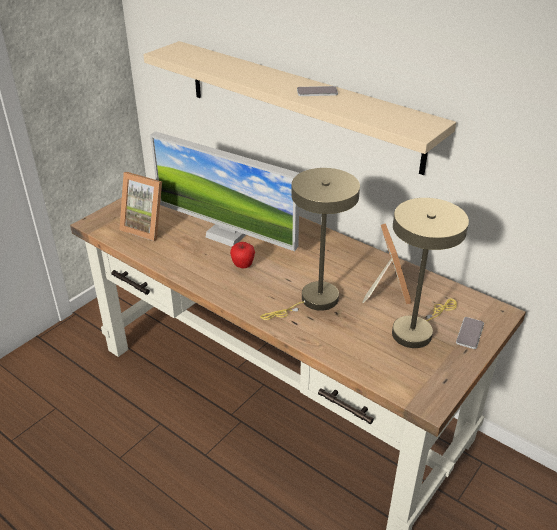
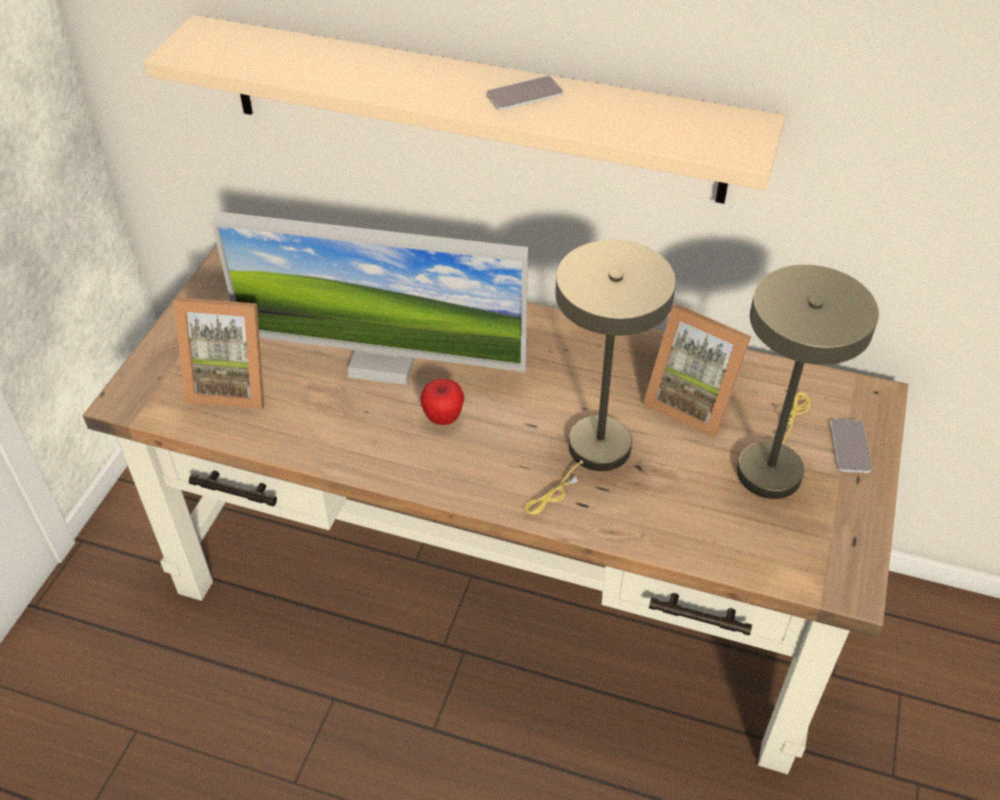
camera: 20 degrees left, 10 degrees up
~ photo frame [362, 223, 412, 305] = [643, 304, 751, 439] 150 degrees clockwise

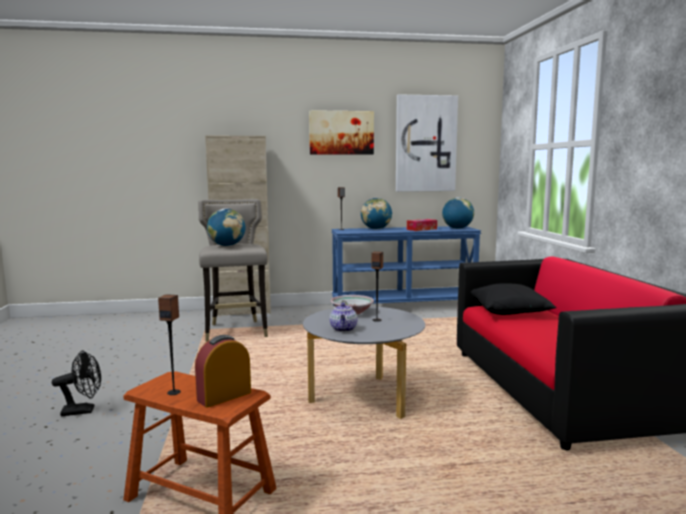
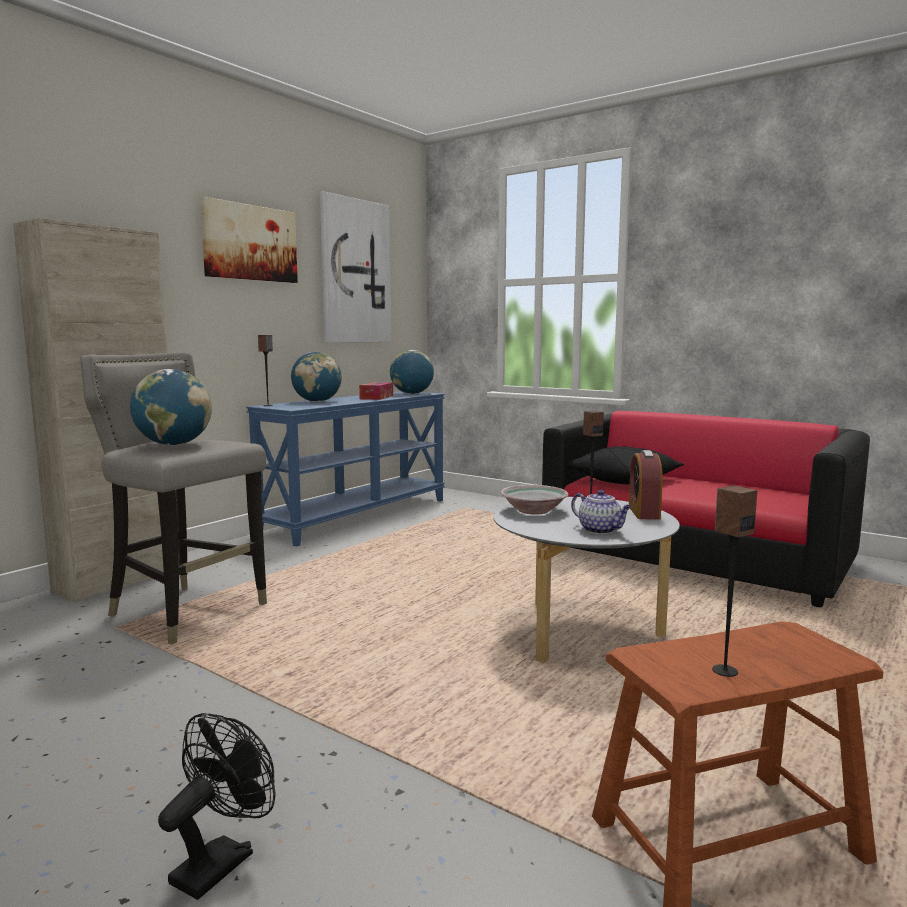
camera: 45 degrees left, 0 degrees up
~ bedside clock [195, 335, 251, 408] to [629, 450, 663, 520]

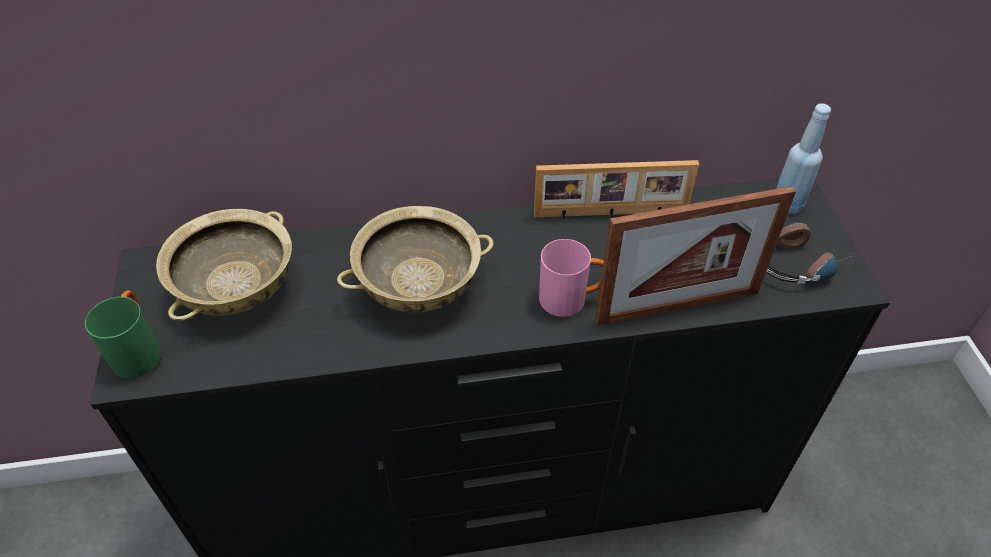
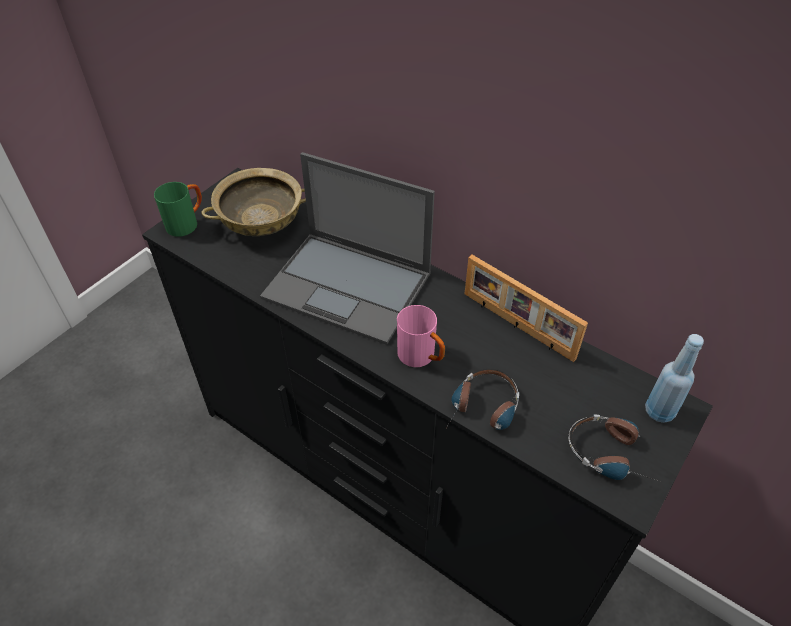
camera: 45 degrees right, 0 degrees up
~ beige deep dish [337, 206, 494, 313] to portable computer [260, 152, 435, 345]
~ photo frame [595, 186, 796, 326] to headphones [445, 369, 519, 430]

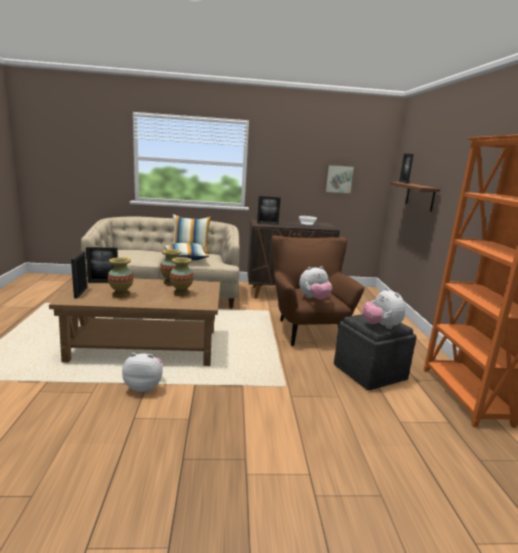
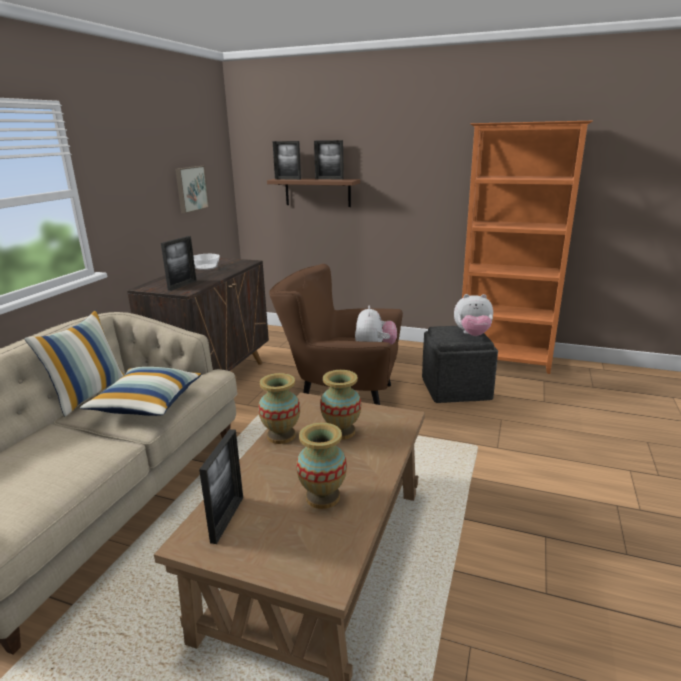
camera: 65 degrees left, 5 degrees up
~ photo frame [71, 251, 87, 298] to [314, 140, 344, 179]
- plush toy [122, 353, 163, 393]

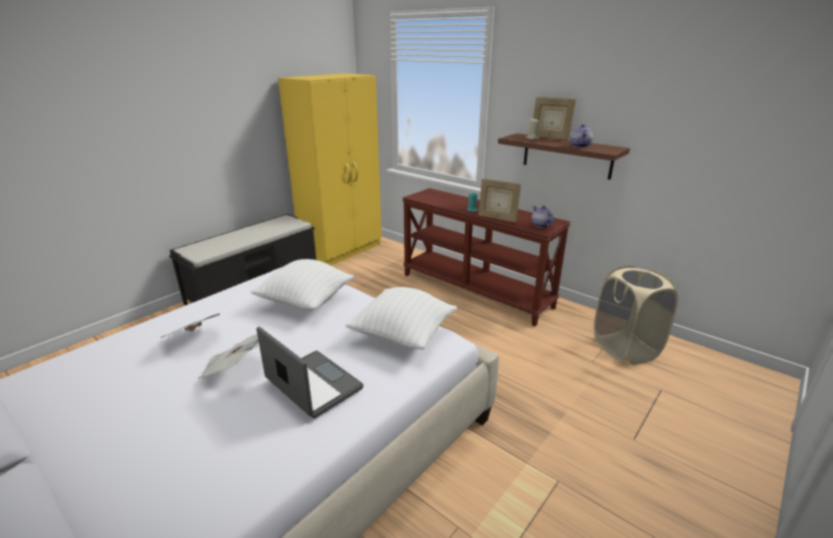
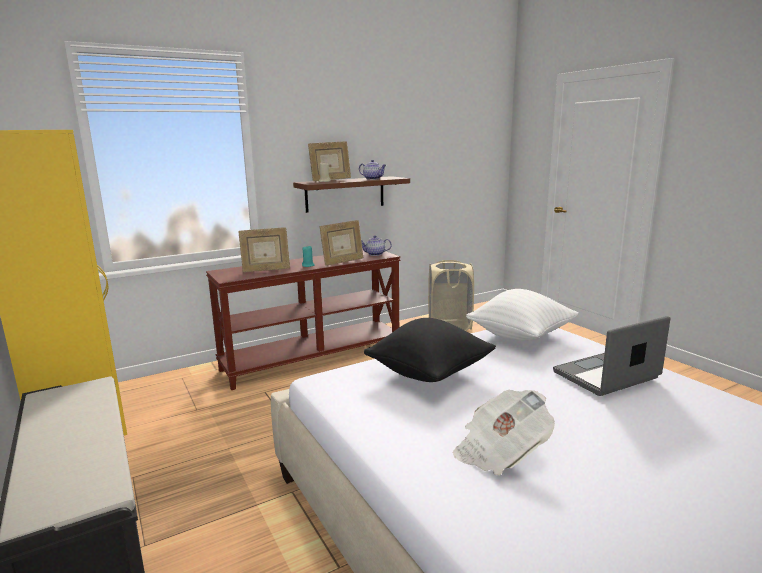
camera: 70 degrees left, 10 degrees down
- printed paper [198, 334, 259, 379]
~ white-coloured pillow [251, 259, 355, 310] to black pillow [364, 318, 496, 382]
+ photo frame [238, 227, 290, 272]

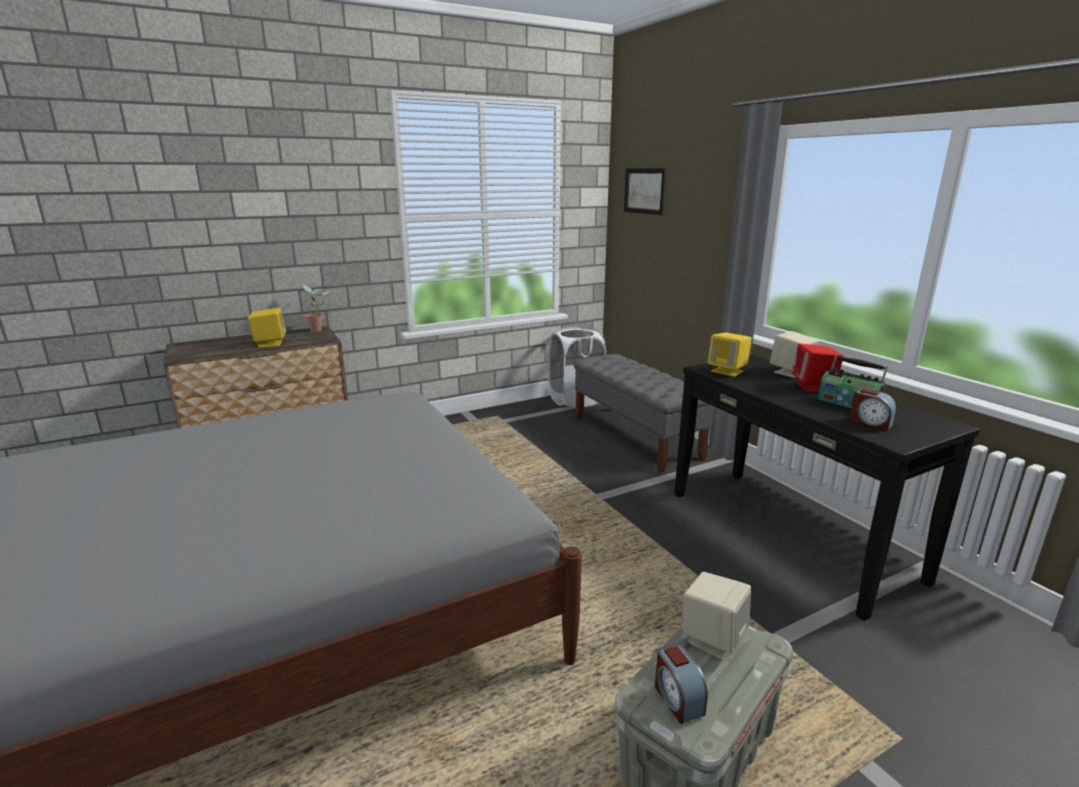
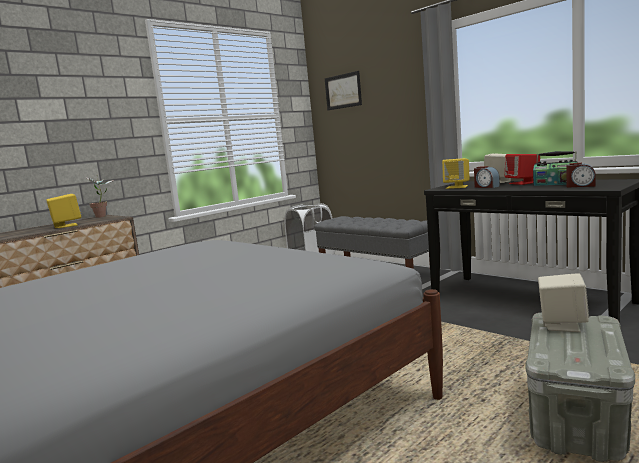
camera: 15 degrees left, 10 degrees down
~ bedside clock [655, 644, 708, 724] to [474, 166, 500, 188]

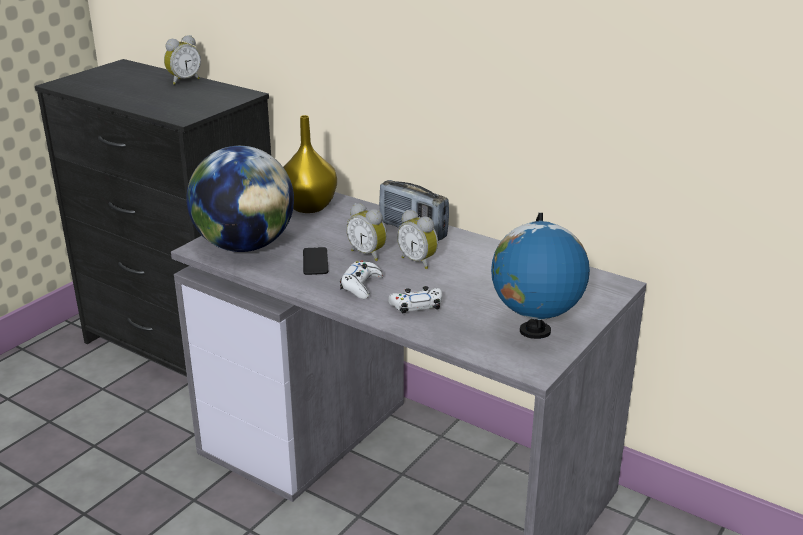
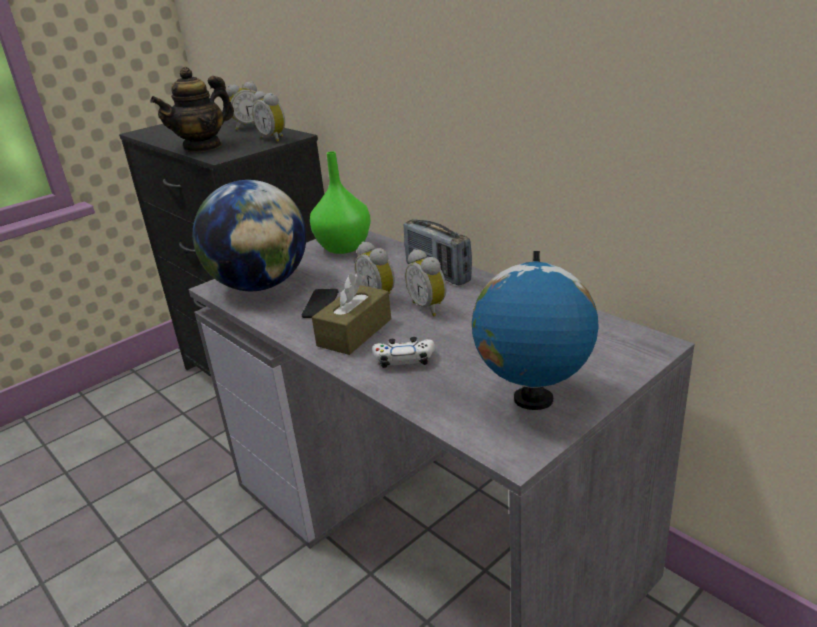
camera: 15 degrees right, 0 degrees up
~ yellowish vase [283, 115, 337, 213] to green-coloured vase [310, 151, 371, 254]
~ white-coloured joypad [340, 260, 383, 299] to brownish tissue holder [312, 273, 391, 355]
+ teapot [150, 67, 234, 152]
+ bedside clock [252, 91, 285, 142]

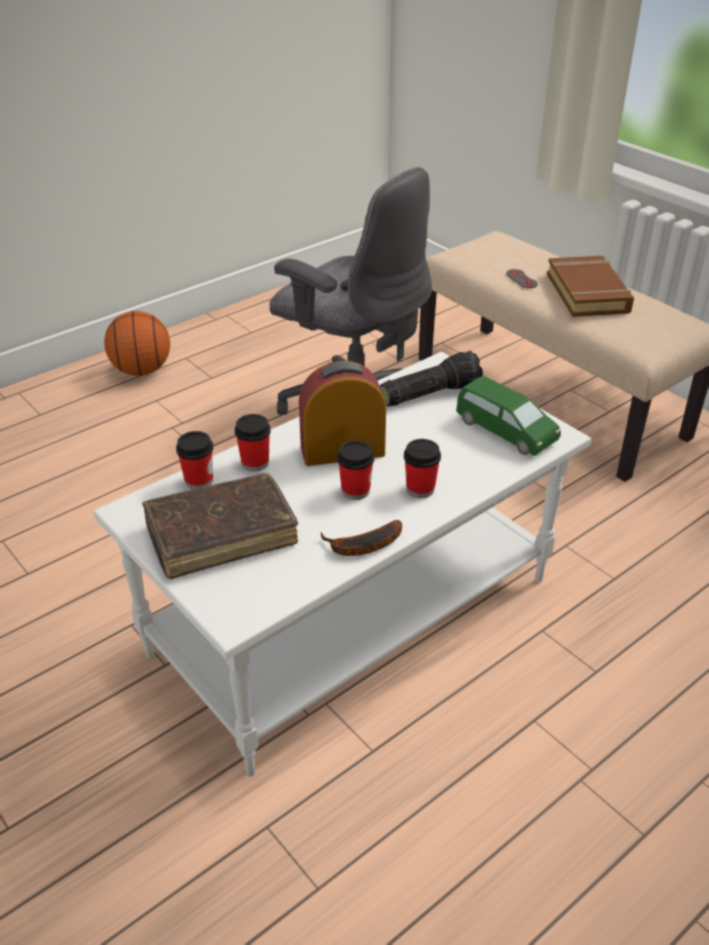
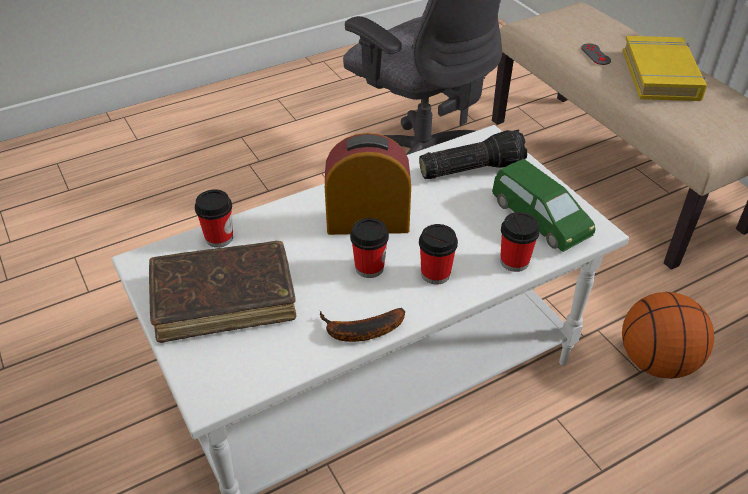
camera: 10 degrees right, 5 degrees up
~ basketball ball [104, 311, 170, 376] to [622, 292, 714, 379]
~ cup [235, 414, 271, 471] to [500, 212, 540, 272]
~ brownish volume [547, 256, 634, 317] to yellowish volume [623, 36, 707, 101]

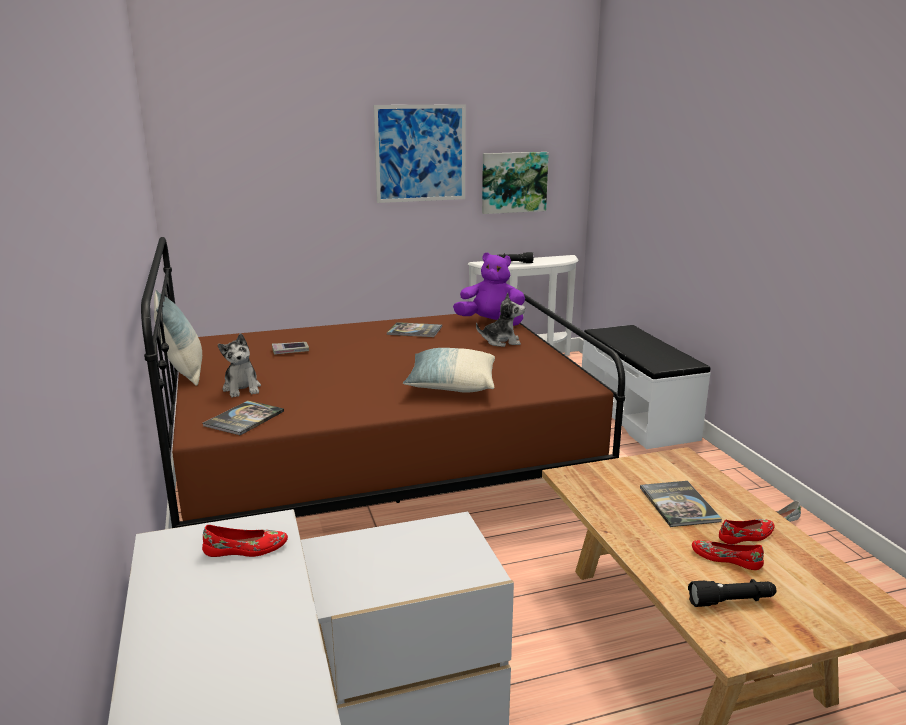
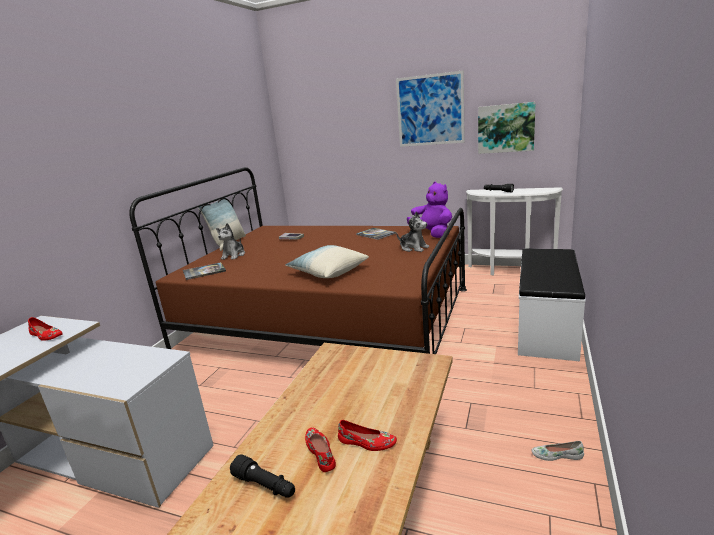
camera: 40 degrees right, 0 degrees up
- volume [640, 481, 722, 527]

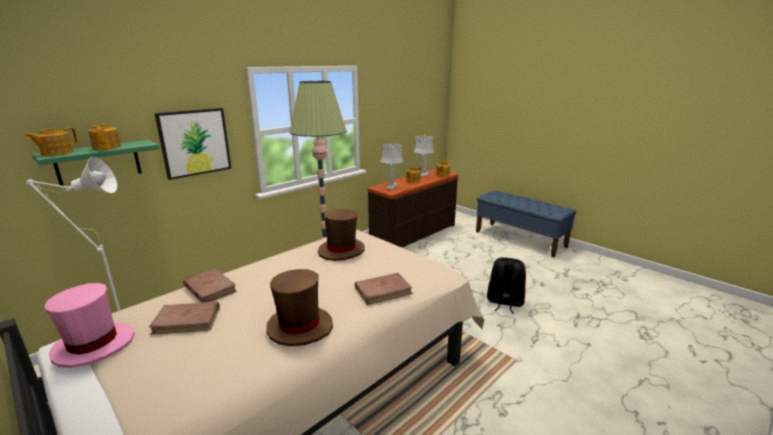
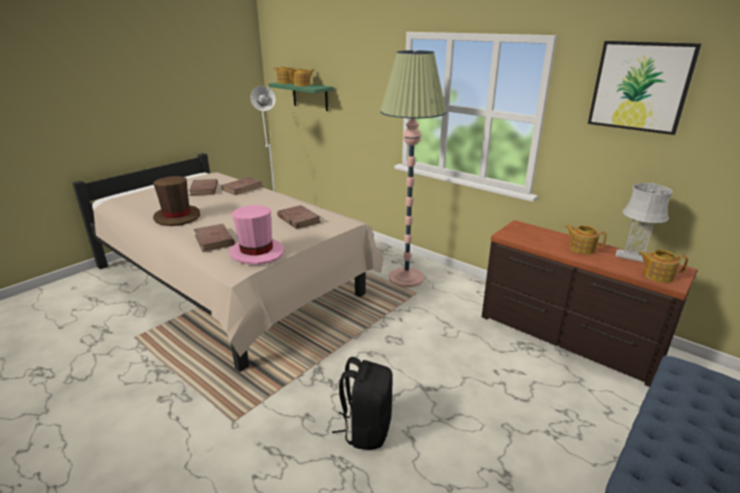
camera: 85 degrees right, 5 degrees up
~ pinkish clothing hat [45, 283, 135, 368] to [229, 205, 284, 265]
~ wall art [155, 108, 232, 180] to [588, 41, 701, 135]
~ brownish clothing hat [318, 209, 365, 261] to brownish volume [277, 205, 321, 229]
- greyish lamp for a table [381, 142, 403, 190]

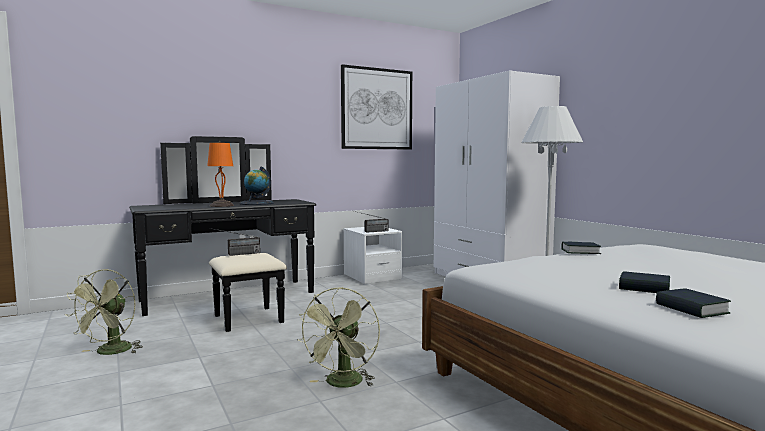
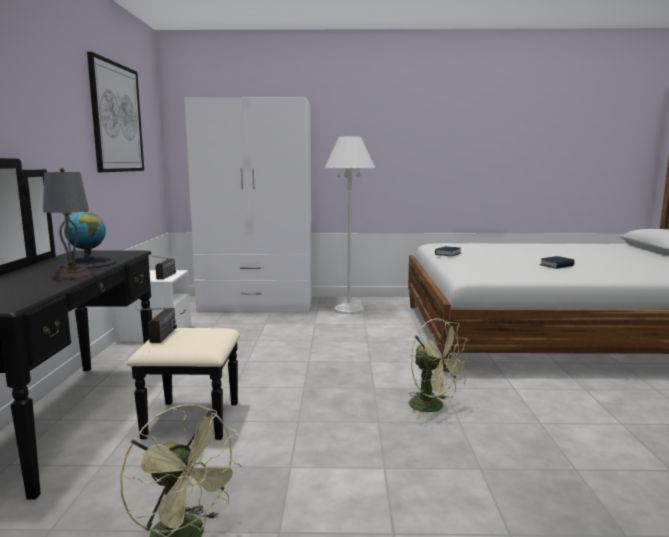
camera: 60 degrees left, 5 degrees up
~ orange lamp for a table [207, 141, 234, 207] to greyish lamp for a table [43, 168, 94, 280]
- volume [656, 288, 731, 318]

